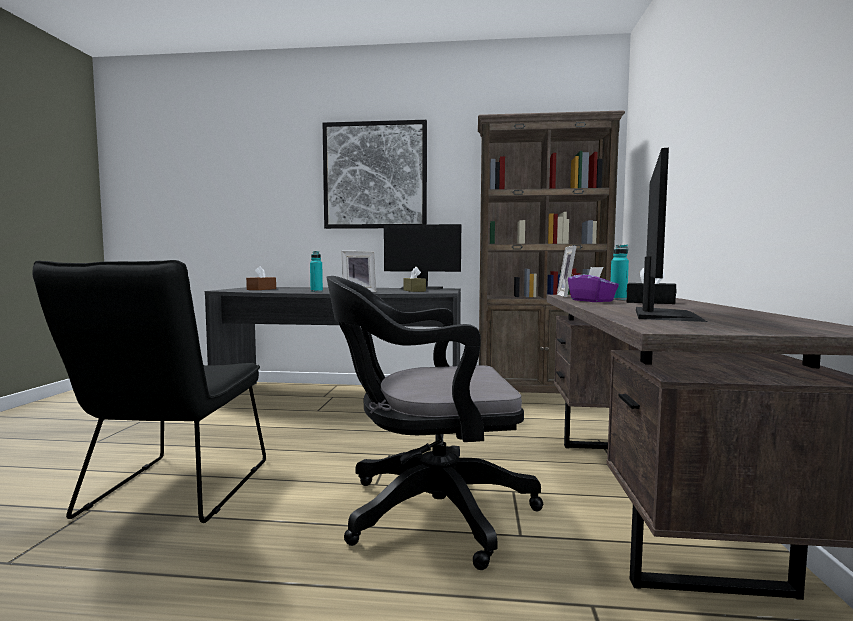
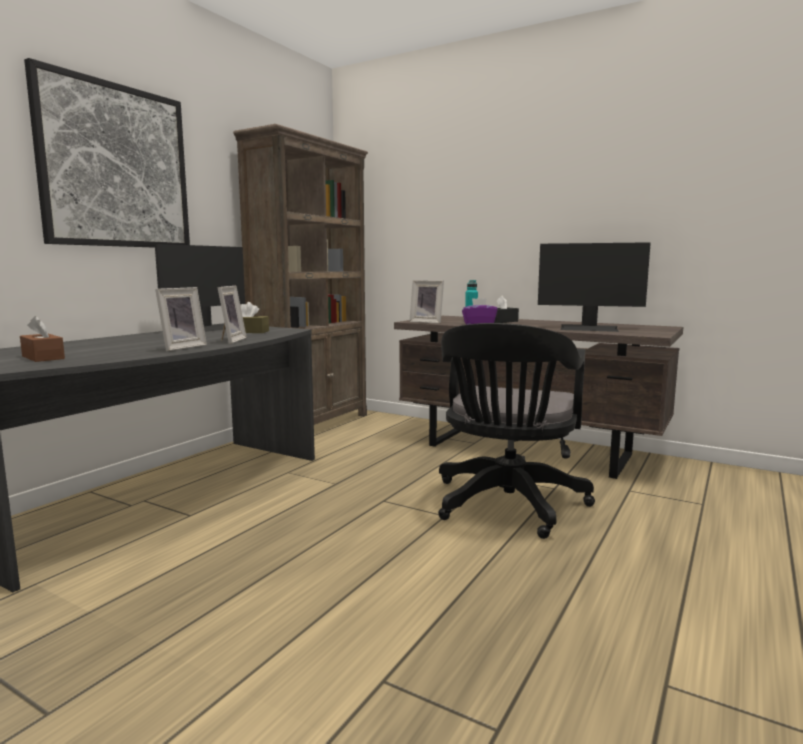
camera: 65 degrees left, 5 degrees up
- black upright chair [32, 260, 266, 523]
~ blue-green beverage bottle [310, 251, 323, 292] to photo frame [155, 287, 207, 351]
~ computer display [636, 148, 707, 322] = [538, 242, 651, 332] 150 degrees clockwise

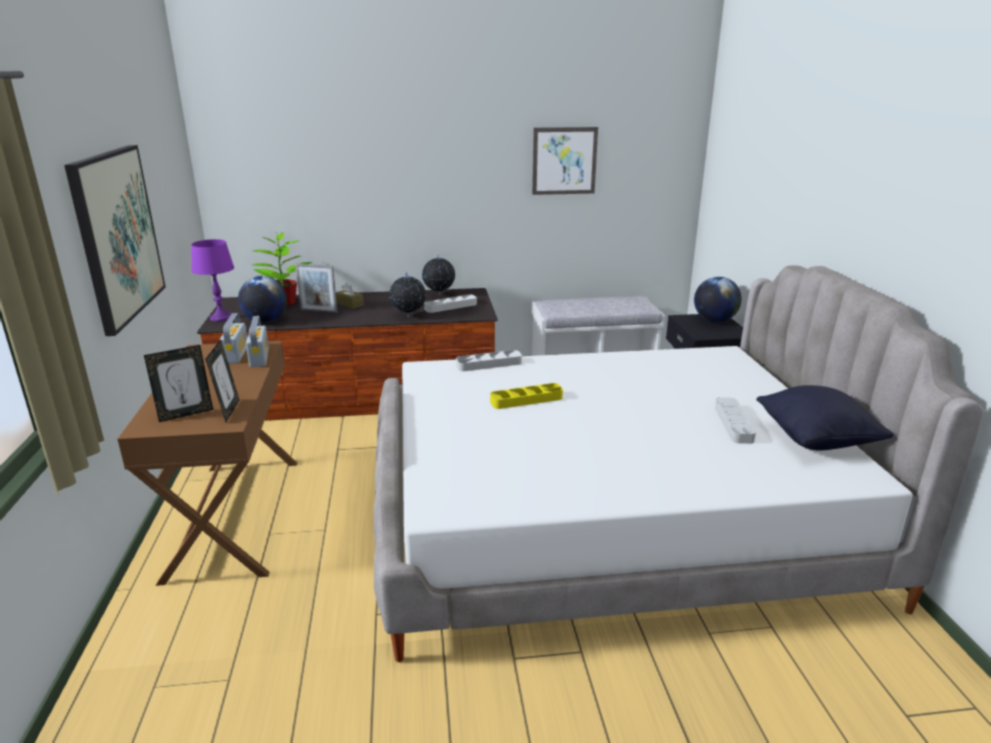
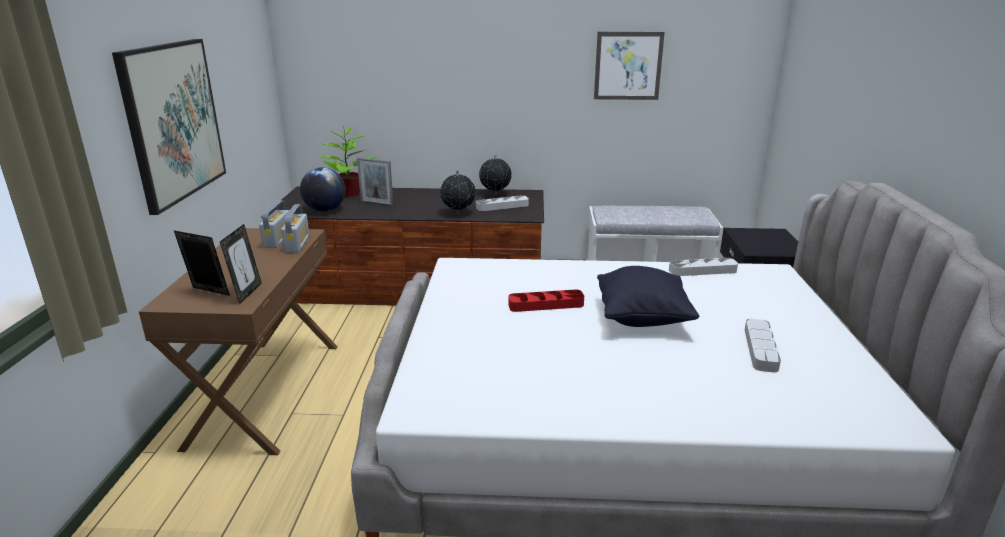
camera: 10 degrees right, 0 degrees up
~ photo frame [144, 345, 213, 422] = [174, 231, 230, 296] 135 degrees counterclockwise
- purplish lamp for a table [191, 239, 234, 322]
- brownish tissue holder [336, 283, 364, 309]
~ greyish carrying tray [456, 350, 522, 371] to [669, 258, 738, 276]
~ yellowish carrying tray [490, 383, 563, 409] to red carrying tray [508, 289, 584, 312]
- globe [694, 277, 742, 322]
~ black pillow [756, 385, 894, 451] to [597, 266, 699, 327]

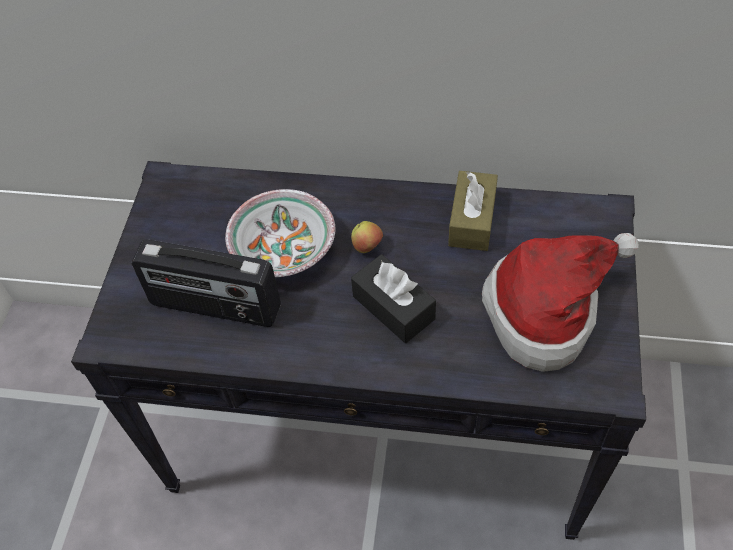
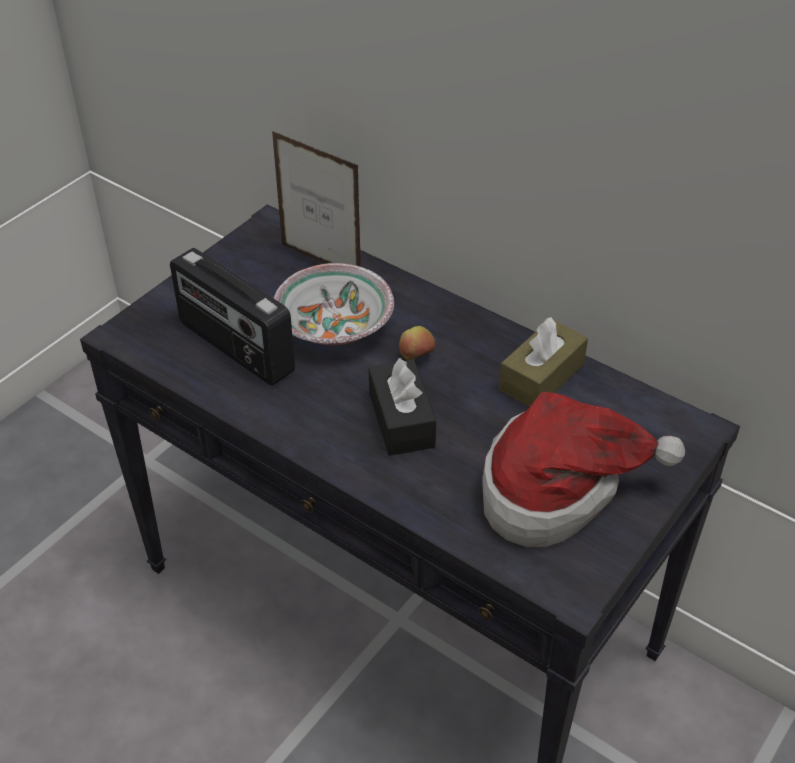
camera: 25 degrees right, 10 degrees down
+ photo frame [272, 131, 361, 267]

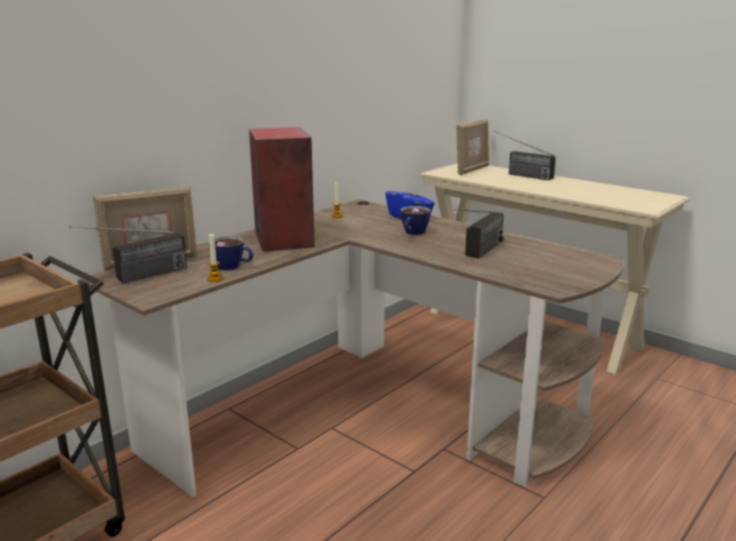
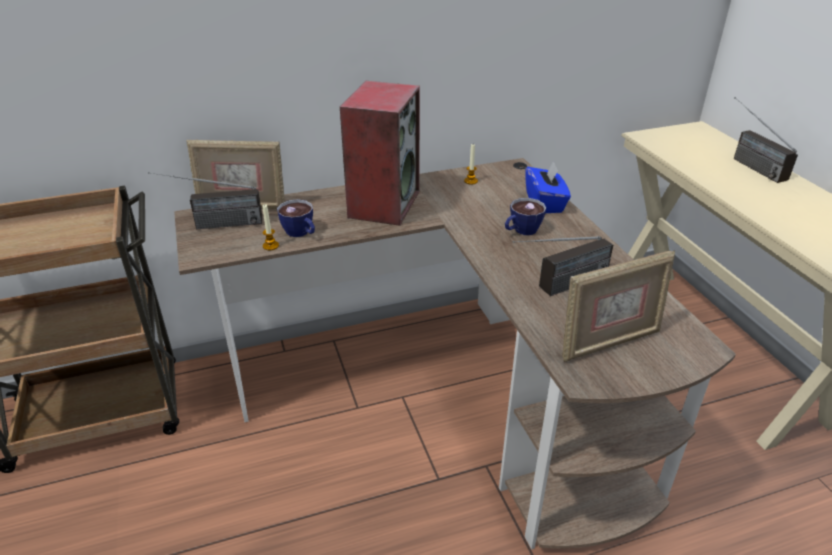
camera: 30 degrees right, 15 degrees up
~ photo frame [456, 119, 489, 176] to [562, 250, 675, 362]

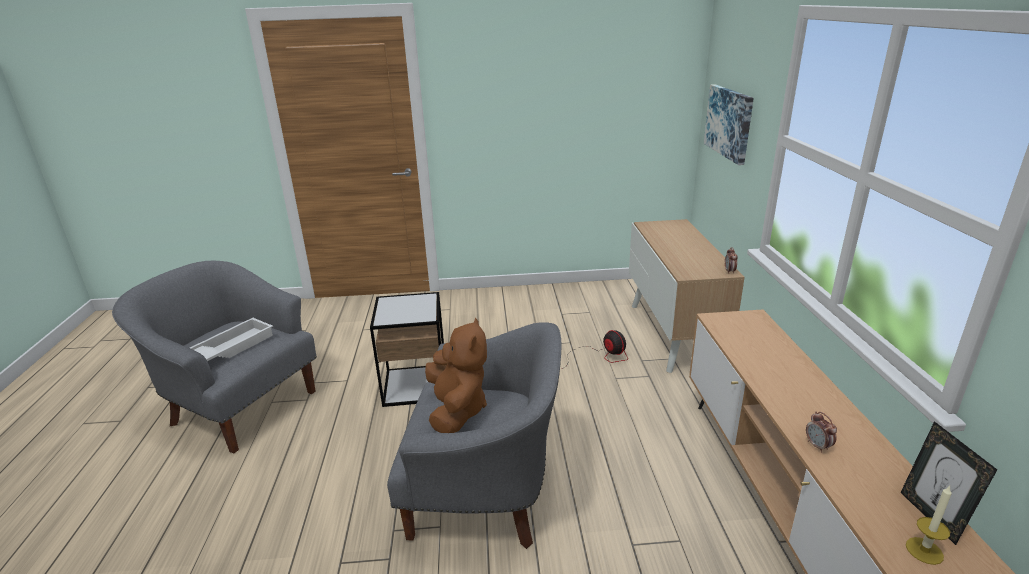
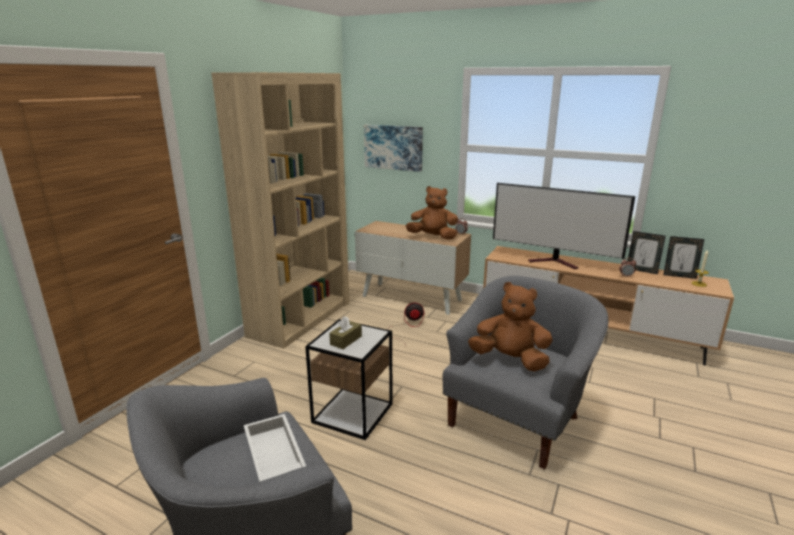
camera: 60 degrees left, 5 degrees down
+ beige bookshelf [211, 72, 349, 349]
+ brownish tissue holder [329, 316, 362, 349]
+ brownish plush toy [406, 186, 458, 240]
+ TV set [493, 183, 635, 269]
+ photo frame [627, 231, 666, 274]

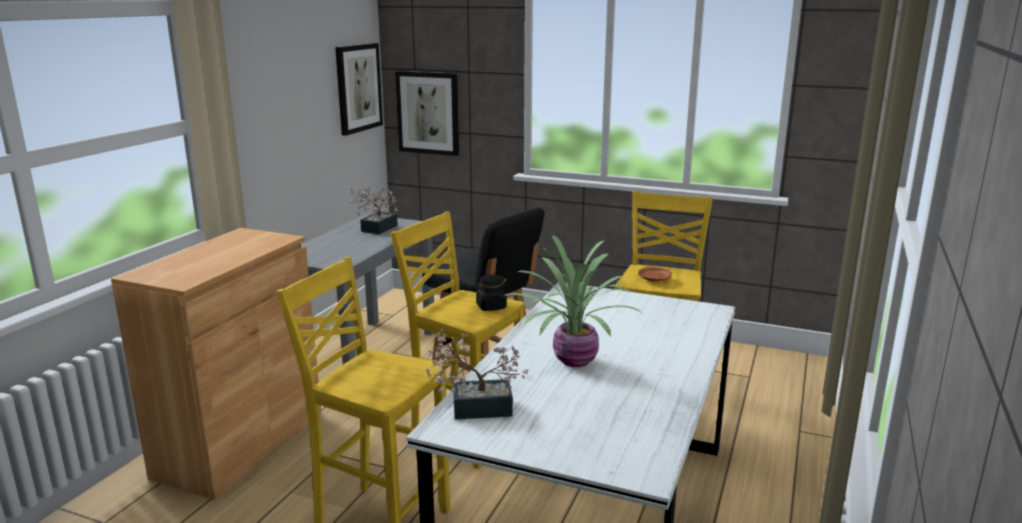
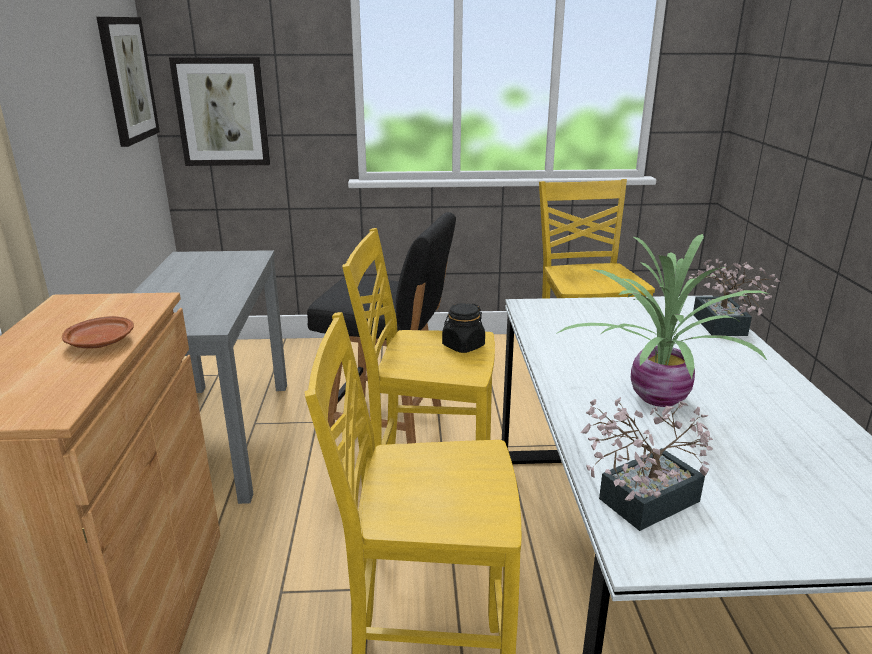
camera: 25 degrees left, 5 degrees up
~ houseplant [349, 187, 398, 234] to [689, 259, 780, 336]
~ brownish plate [638, 267, 672, 282] to [62, 316, 134, 348]

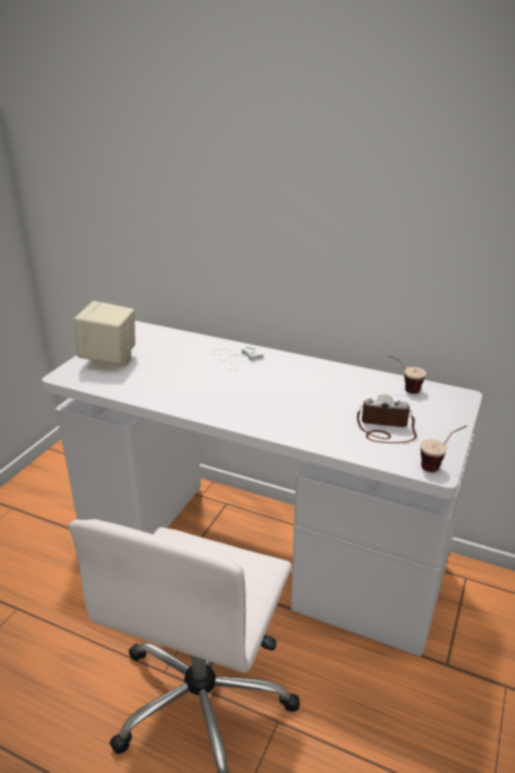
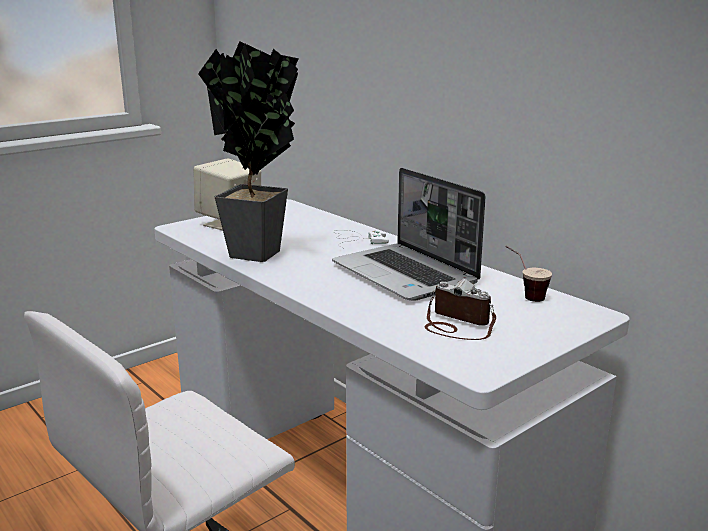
camera: 25 degrees right, 10 degrees down
- cup [420, 425, 467, 472]
+ houseplant [198, 41, 299, 262]
+ portable computer [332, 168, 485, 301]

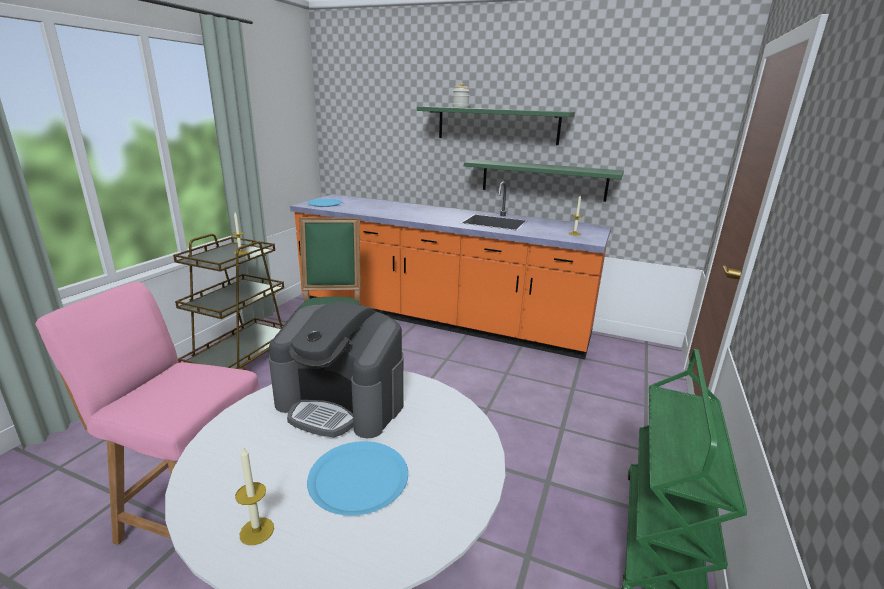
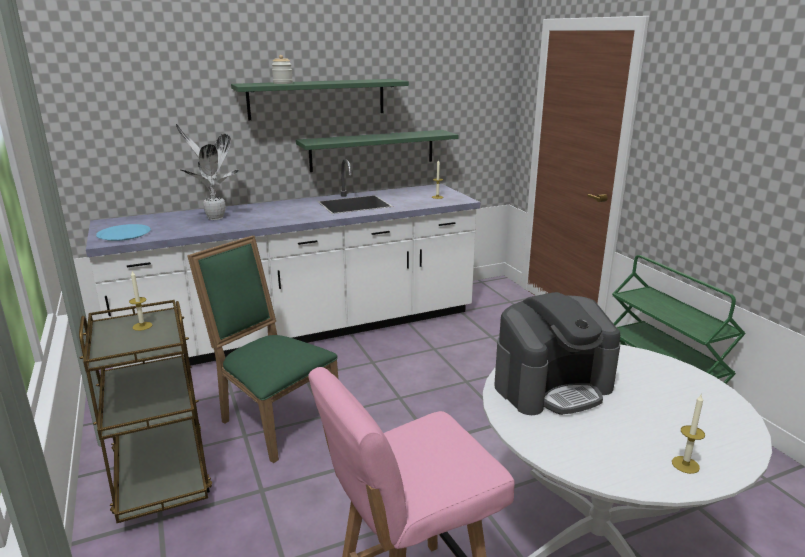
camera: 45 degrees left, 0 degrees up
~ orange kitchen counter [290, 181, 611, 360] to white-coloured kitchen counter [86, 159, 481, 369]
- blue-coloured plate [307, 441, 408, 516]
+ houseplant [176, 124, 239, 220]

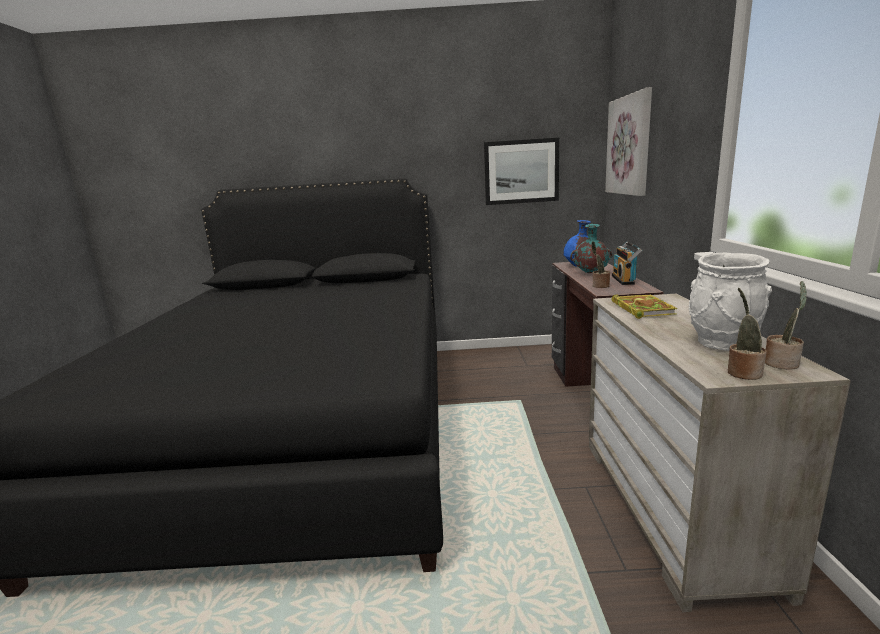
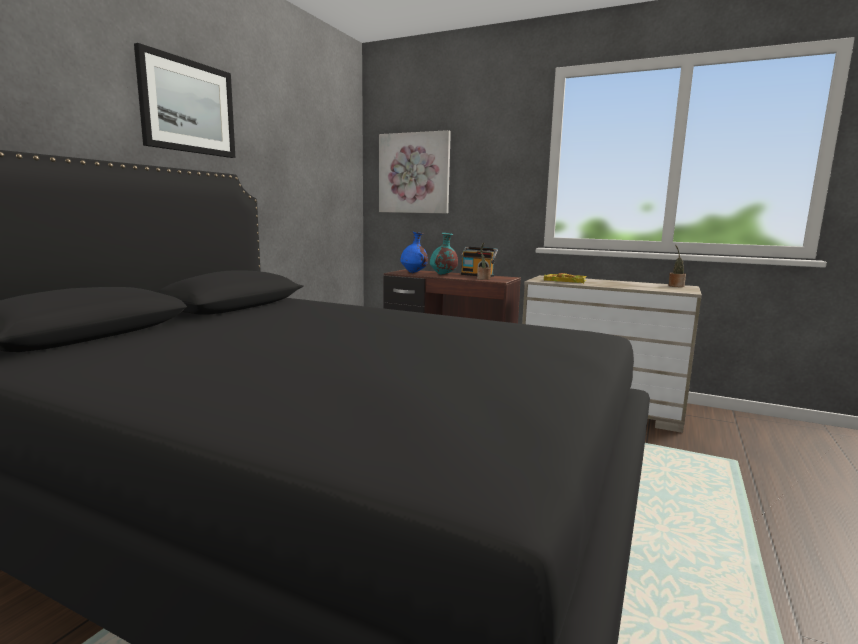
camera: 65 degrees left, 5 degrees down
~ wall art [484, 138, 559, 205] to [134, 43, 235, 158]
- white-coloured vase [688, 252, 772, 351]
- houseplant [728, 288, 767, 380]

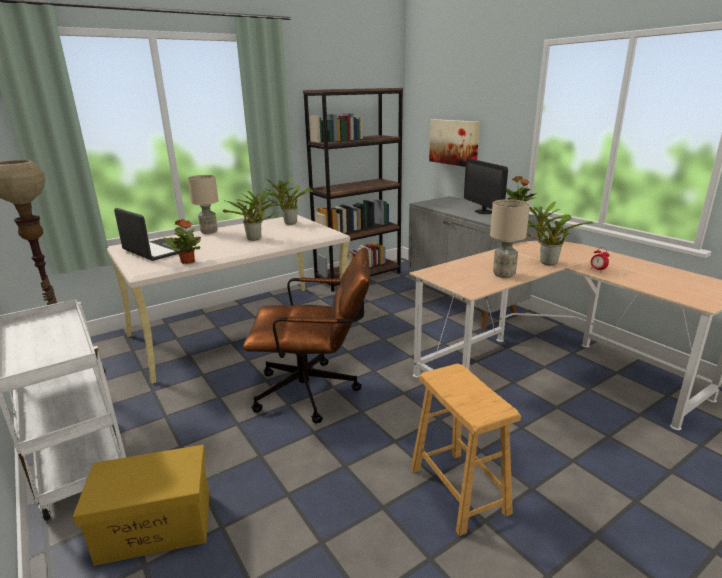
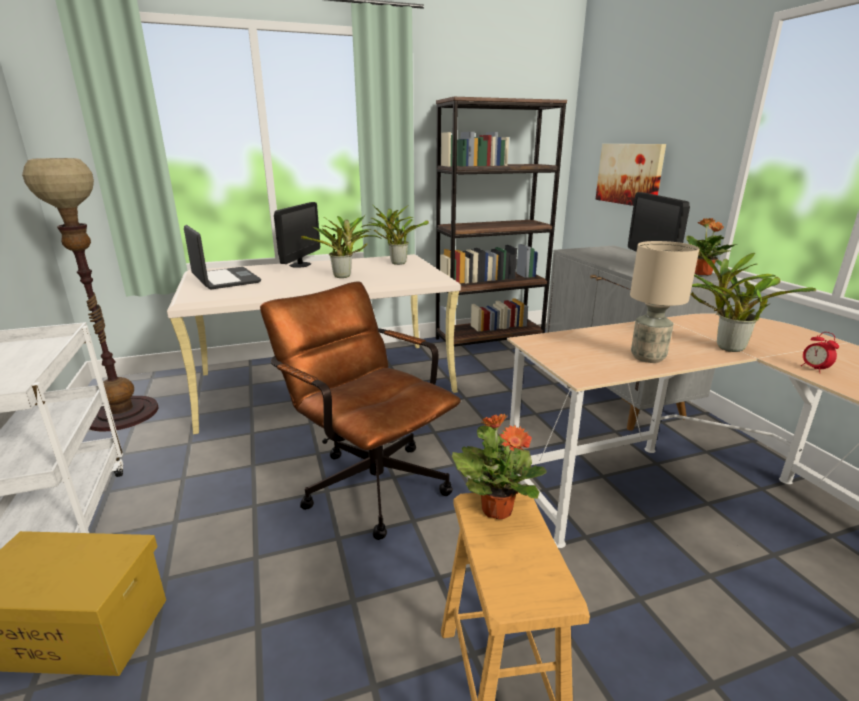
camera: 15 degrees right, 0 degrees up
~ houseplant [163, 219, 201, 264] to [452, 413, 547, 519]
~ beige lamp for a table [188, 175, 218, 234] to computer display [274, 202, 320, 268]
~ brownish office chair [243, 247, 370, 423] = [260, 281, 461, 540] 150 degrees counterclockwise

